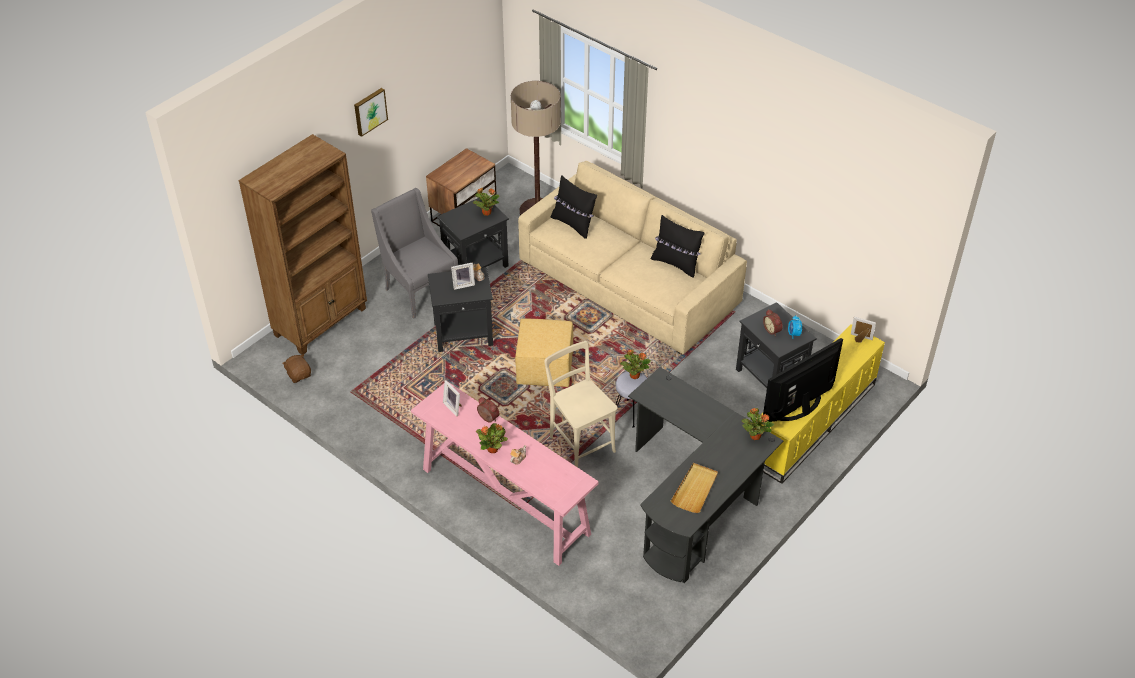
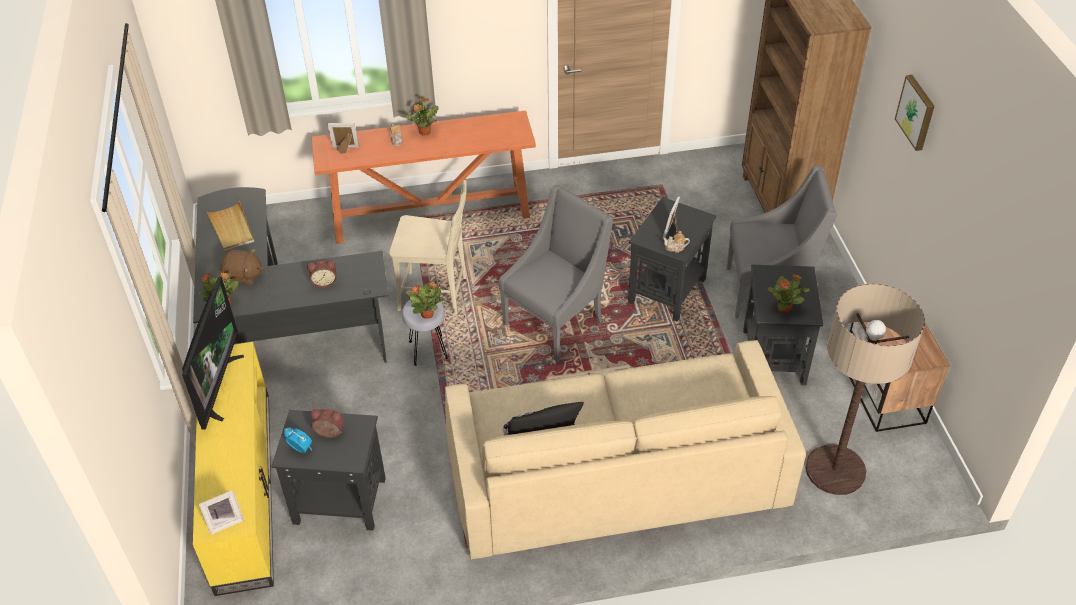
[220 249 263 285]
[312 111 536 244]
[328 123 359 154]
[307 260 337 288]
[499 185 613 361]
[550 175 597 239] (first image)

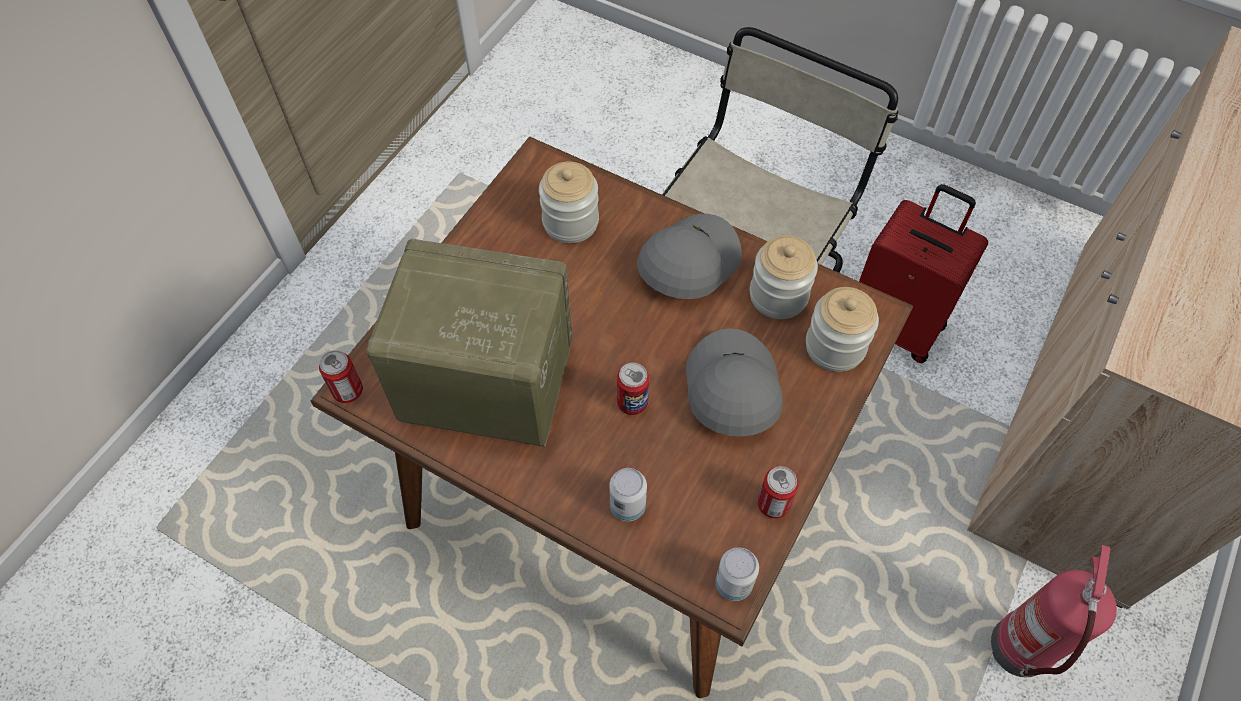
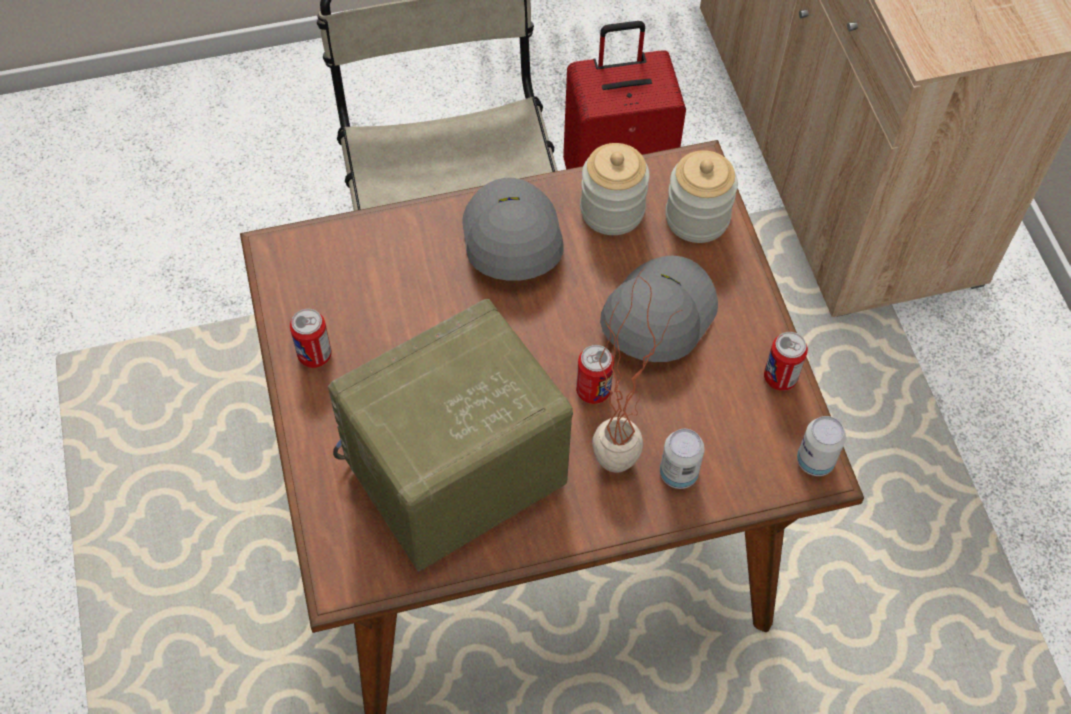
[290 309 332 368]
[539 162 599 243] (first image)
[600 256 718 362]
[991 545 1117 678] (first image)
[592 269 682 473]

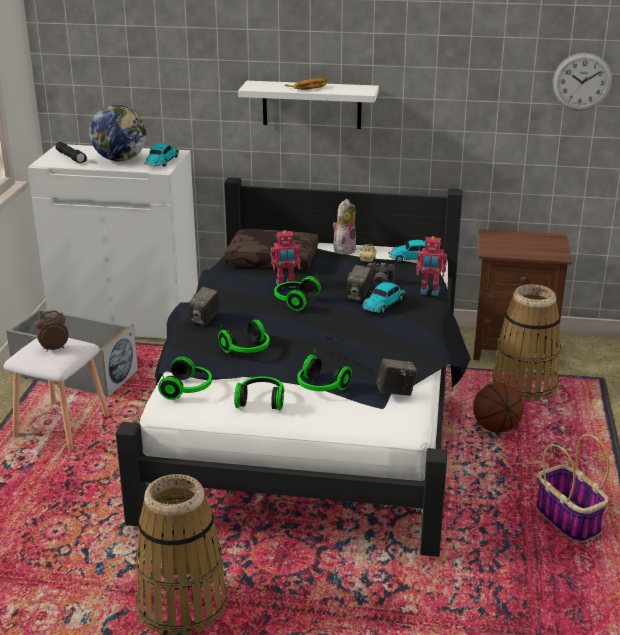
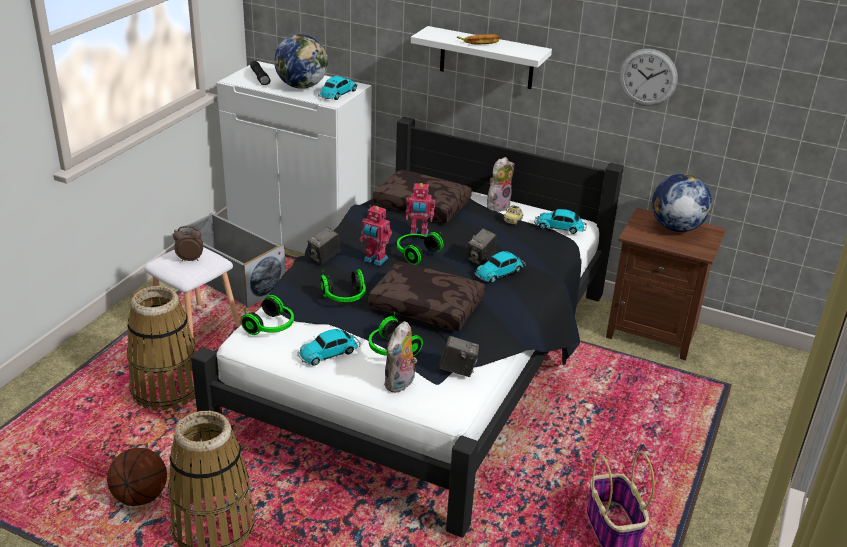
[297 329 361 366]
[367 262 395 286] (first image)
[359 205 392 266]
[107 448 167 506]
[127 286 196 410]
[619 49 678 106]
[368 261 485 331]
[384 321 417 393]
[652 174 712 232]

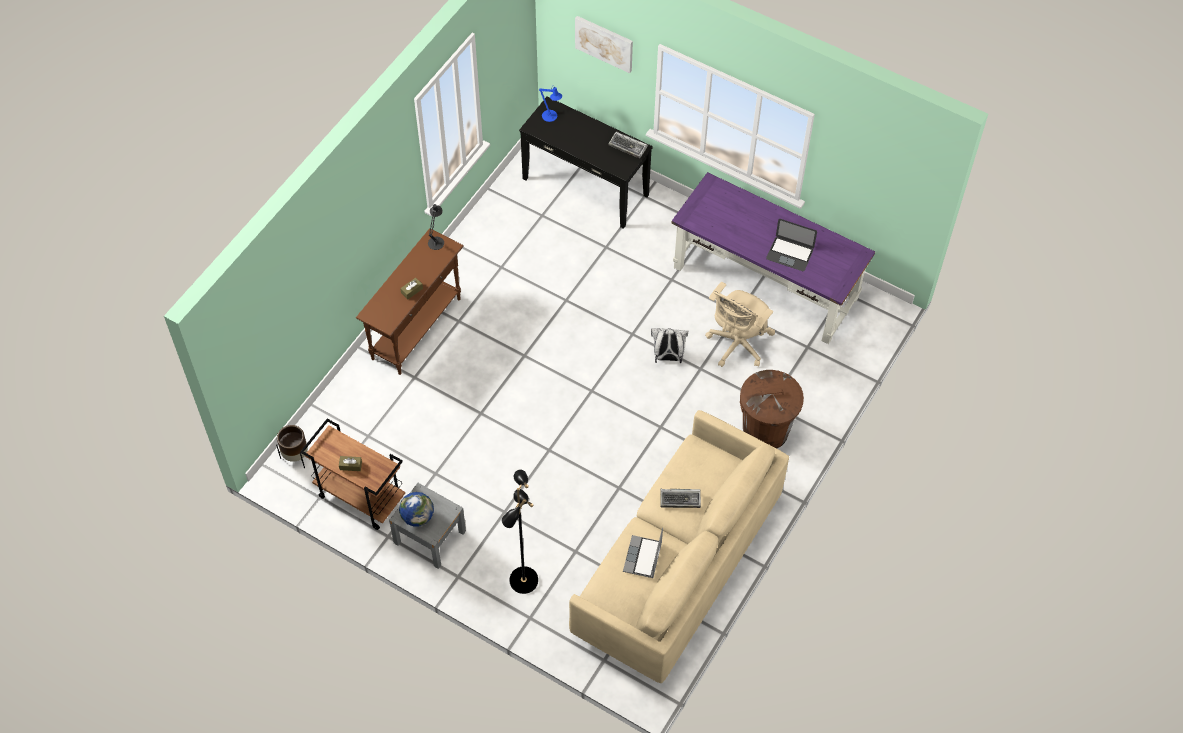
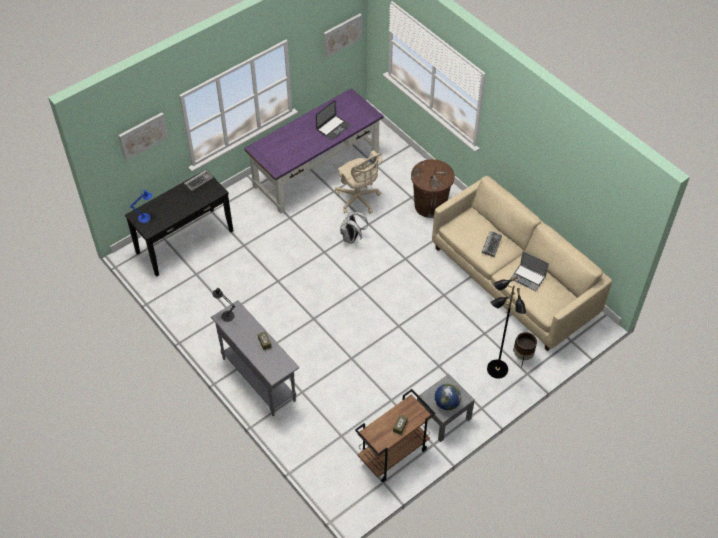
[513 332 537 368]
[211 300 300 416]
[324 14 362 58]

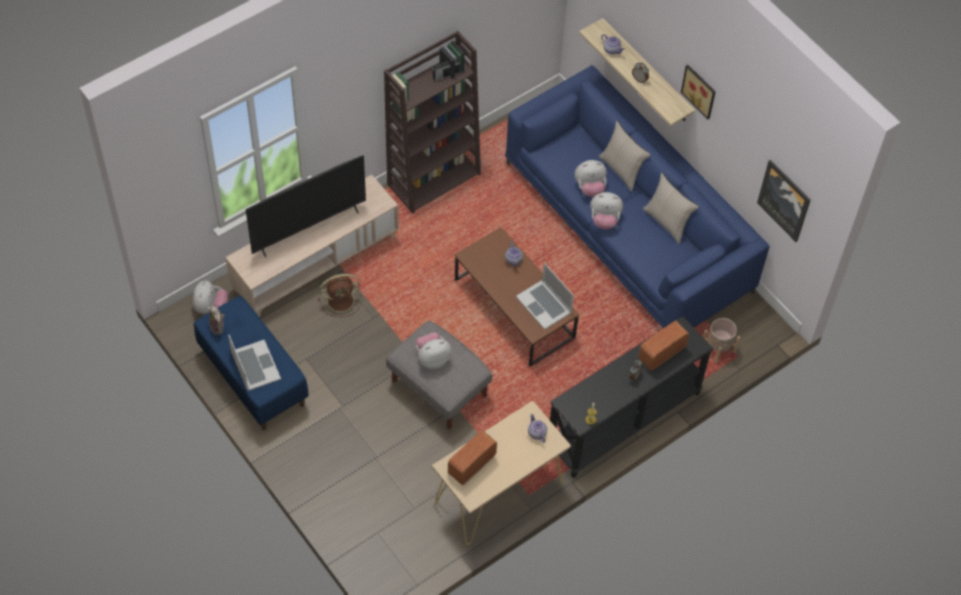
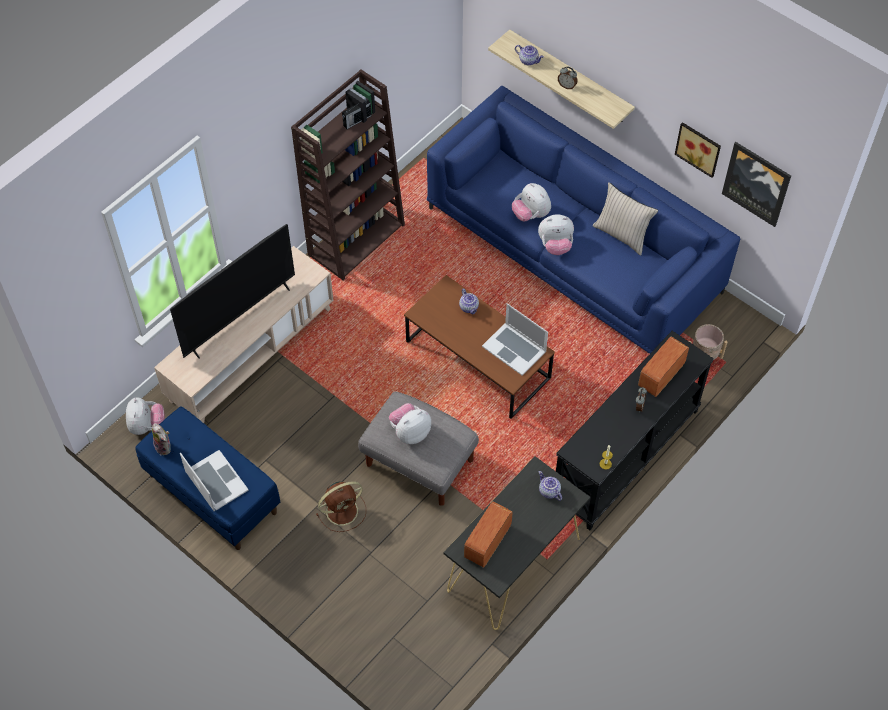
[316 481 366 532]
[443 456 590 630]
[512 183 551 221]
[599 121 651 192] (first image)
[675 122 721 178]

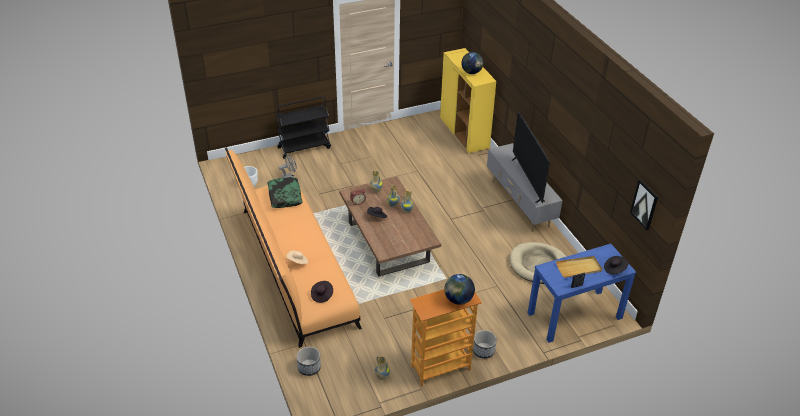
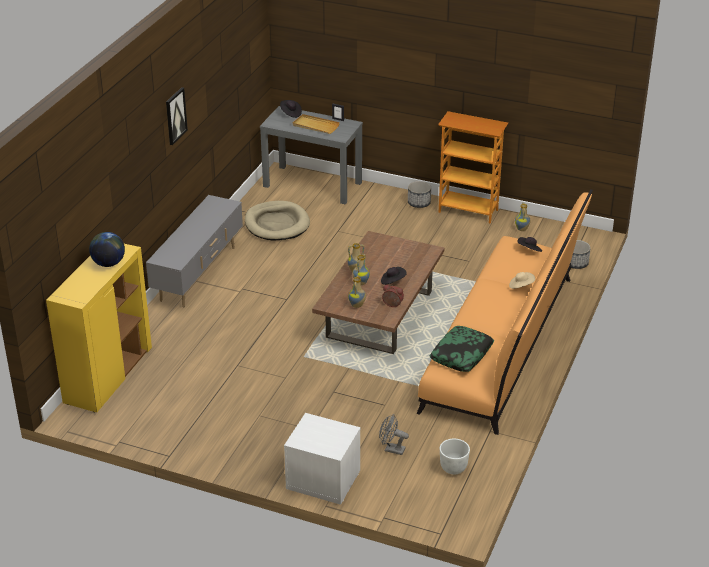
[284 413 361 505]
[444 274 475 305] (first image)
[511 112 550 204] (first image)
[260 106 363 205]
[166 87 188 145]

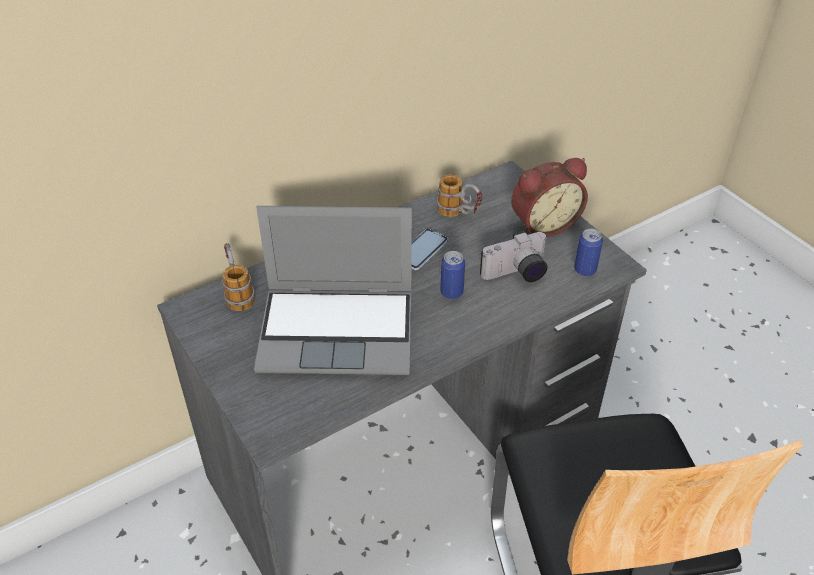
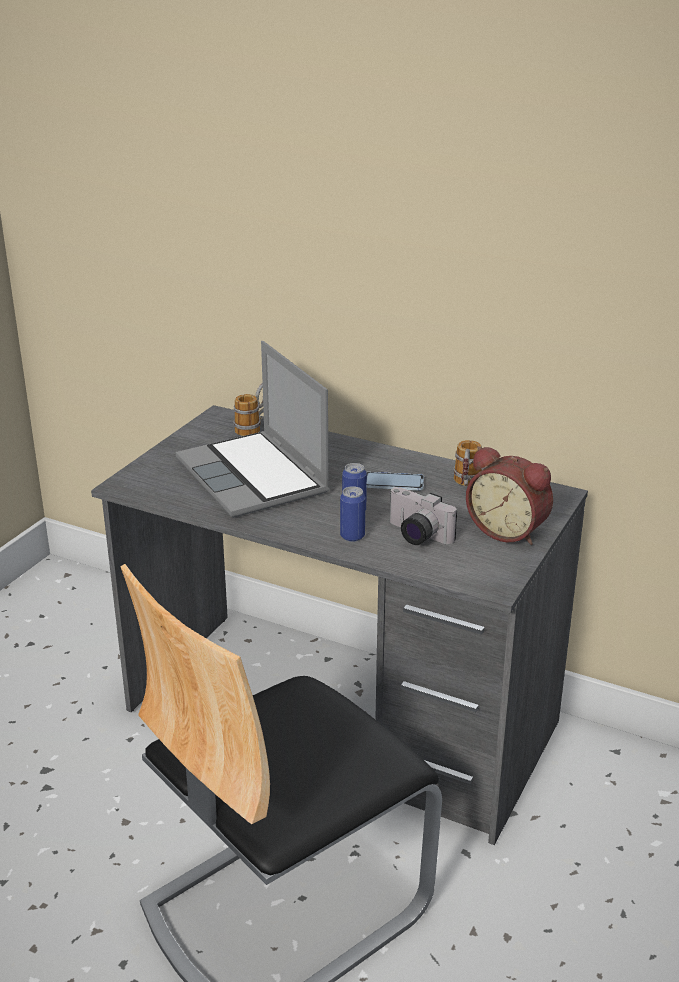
[340 486 365 542]

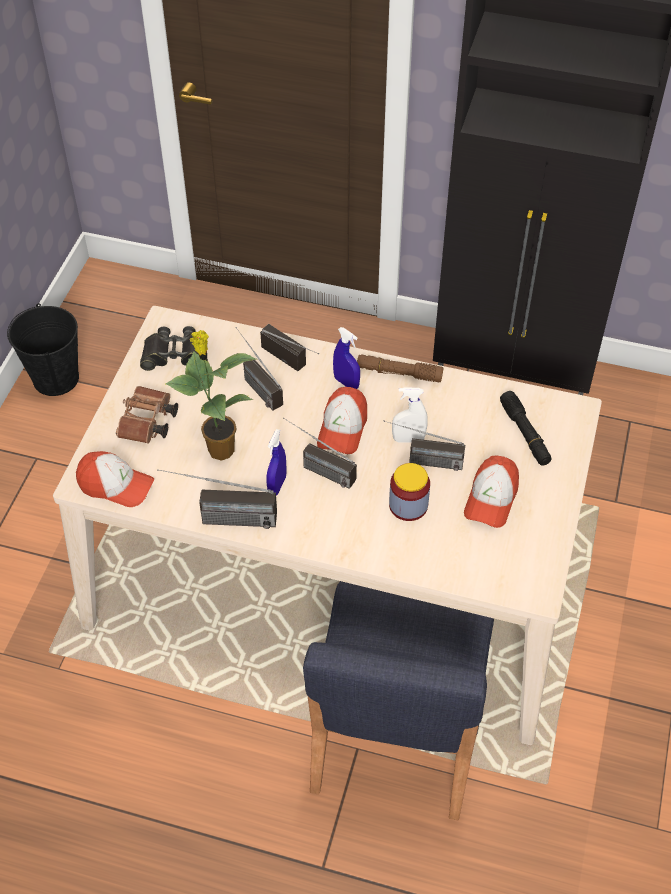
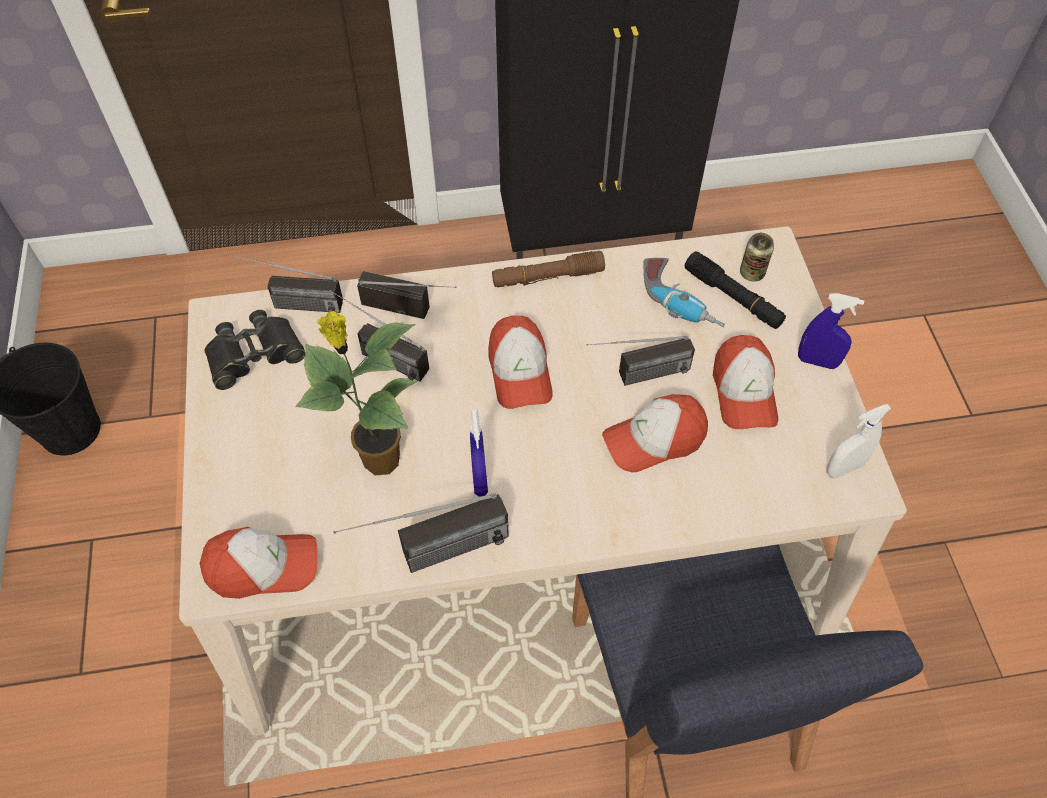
[116 386 178 444] (first image)
[227 254 343 313]
[798 293 864 369]
[602 394 708 472]
[826 404 891 478]
[644 258 725 327]
[740 233 774 282]

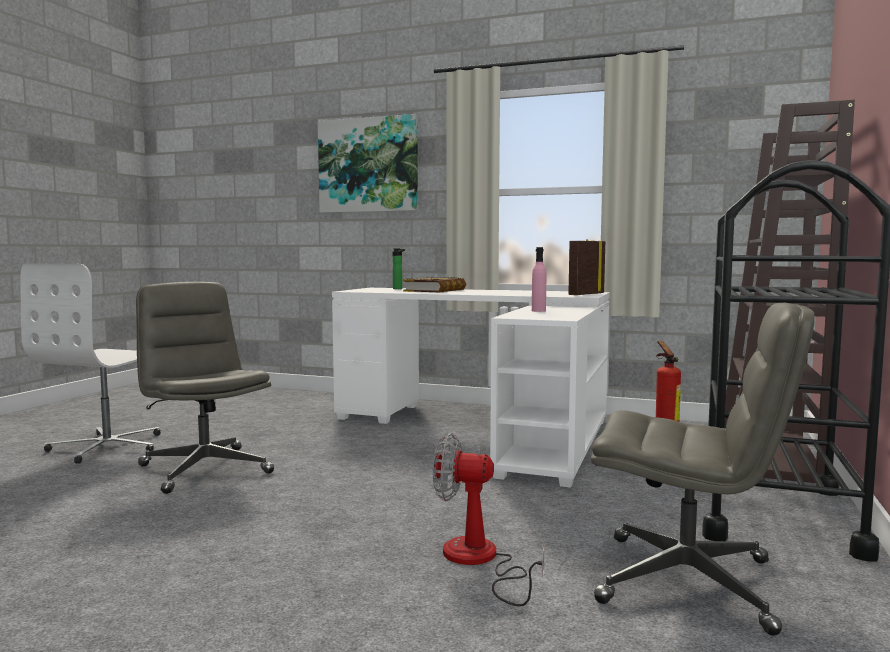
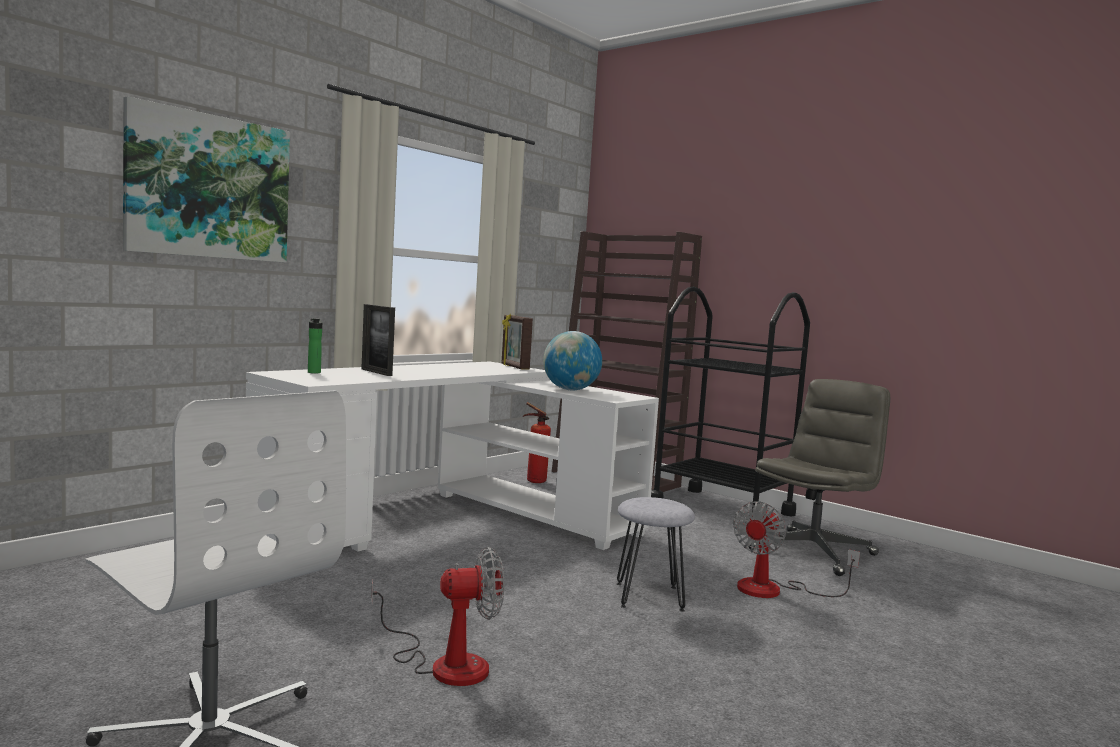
[371 547 504 686]
[361 304 395 376]
[543 331 602 390]
[617 497 695 612]

